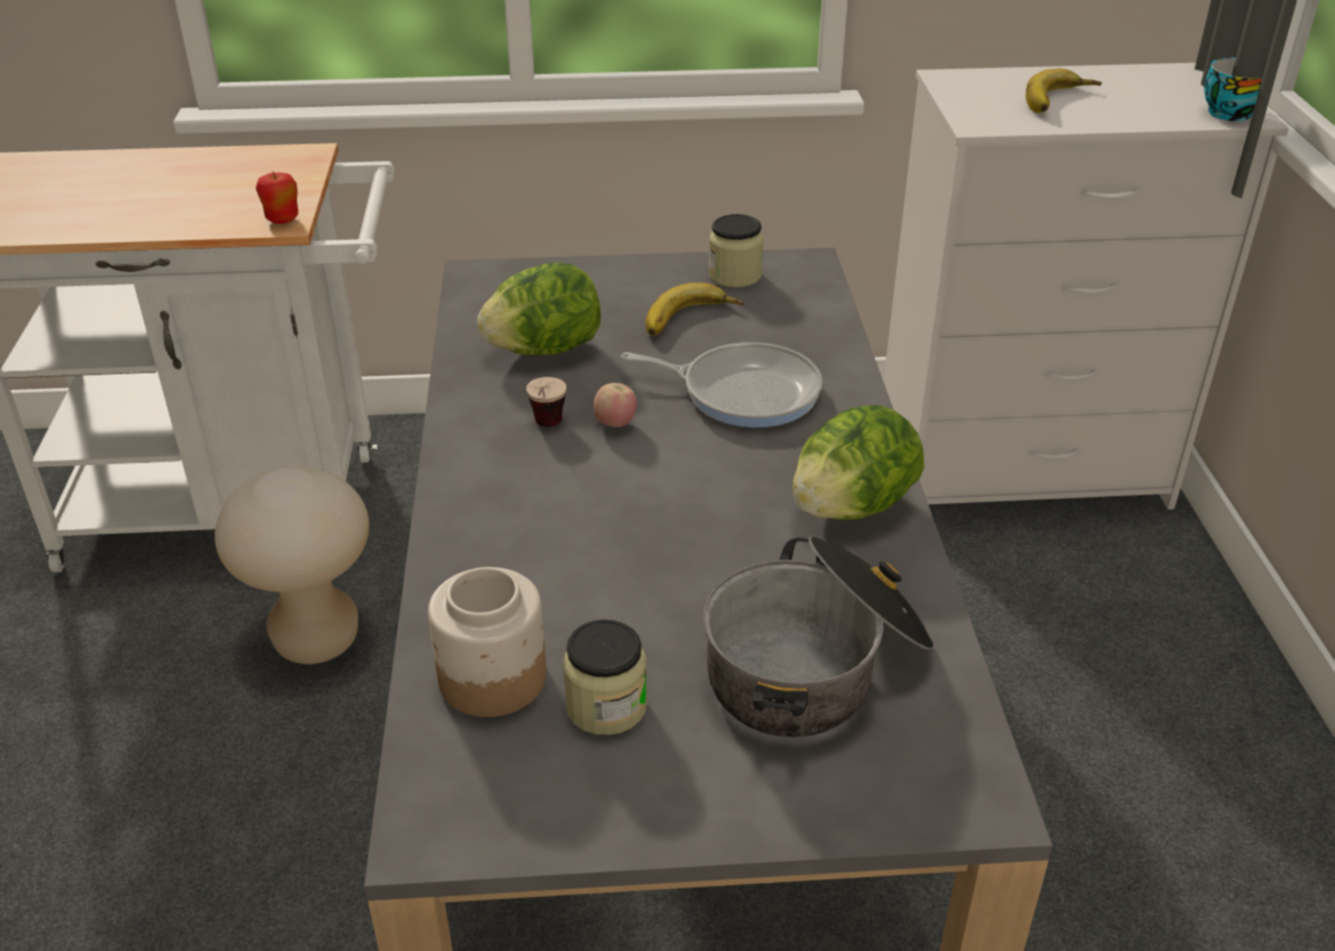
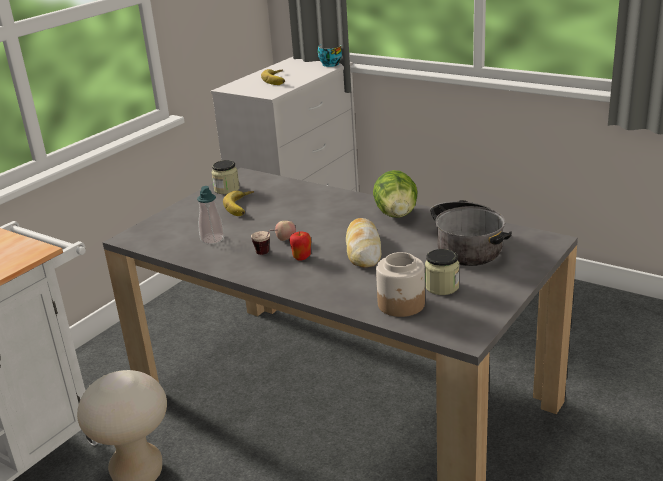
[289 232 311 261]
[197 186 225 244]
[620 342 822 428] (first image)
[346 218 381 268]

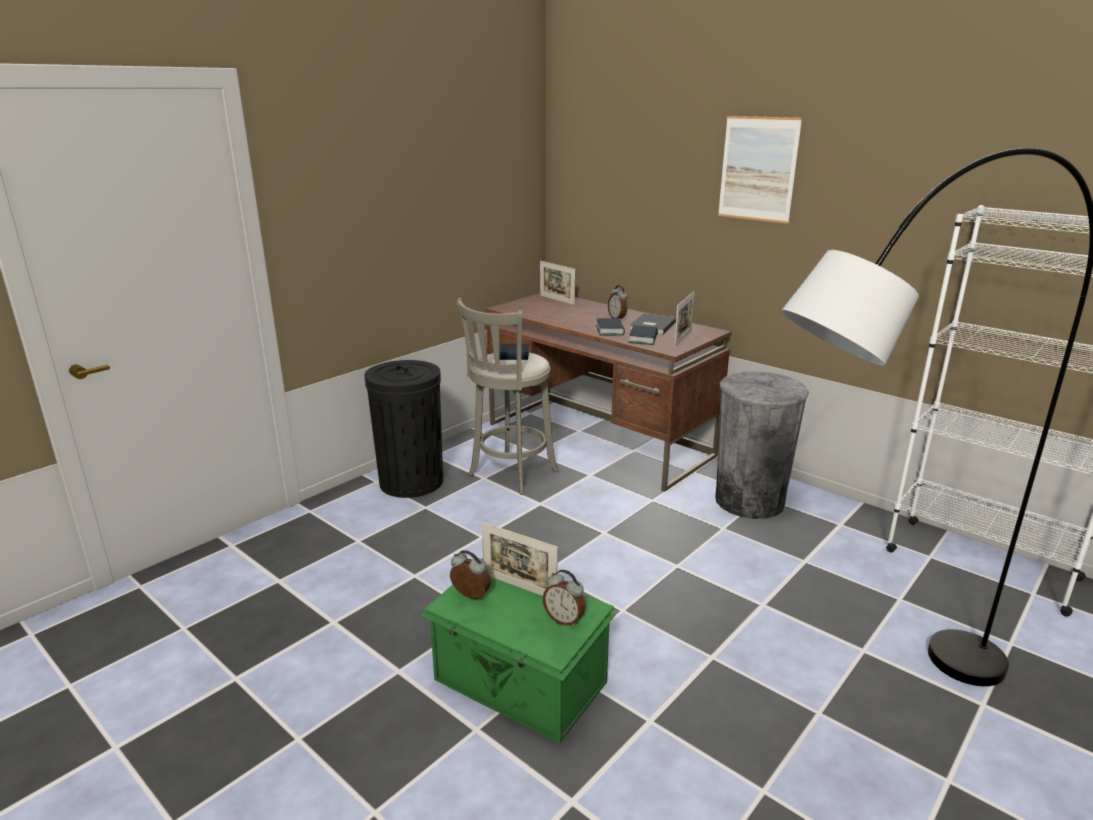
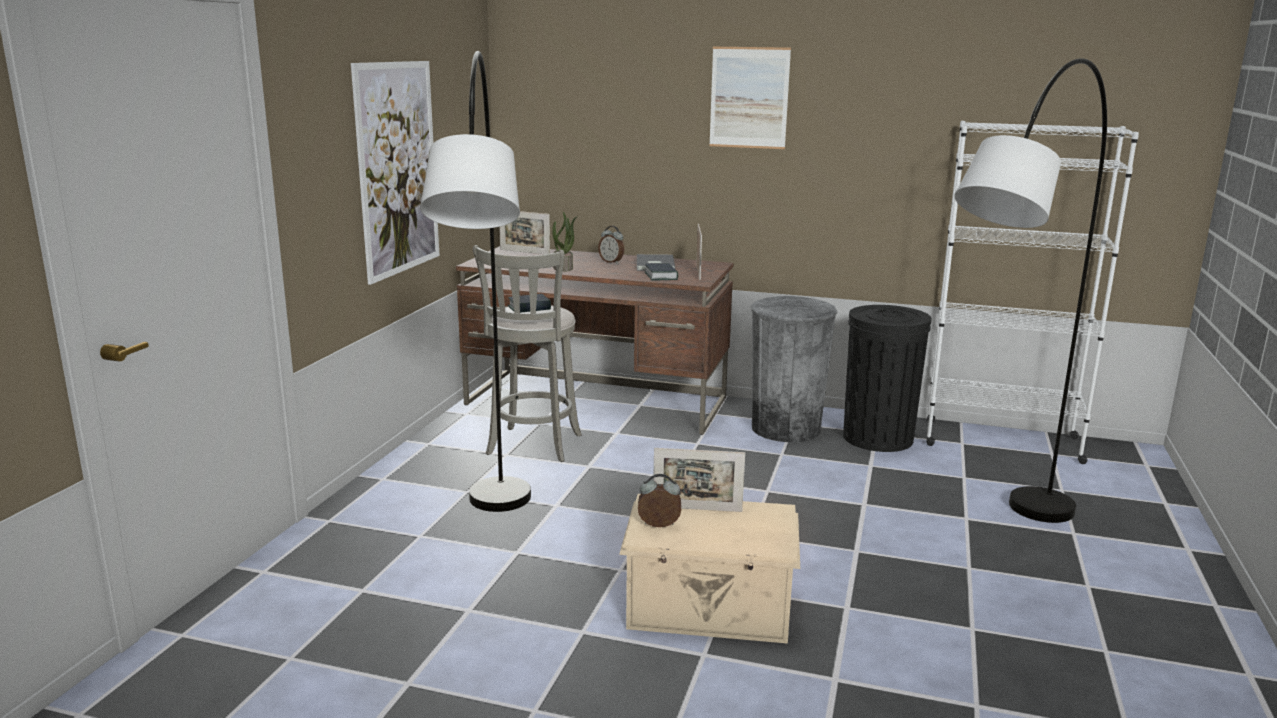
[843 305 932 452]
[619 494 800 644]
[543 570 586 627] (first image)
[596 318 625 336] (first image)
[351 61 440 285]
[420 51 531 512]
[552 212 578 272]

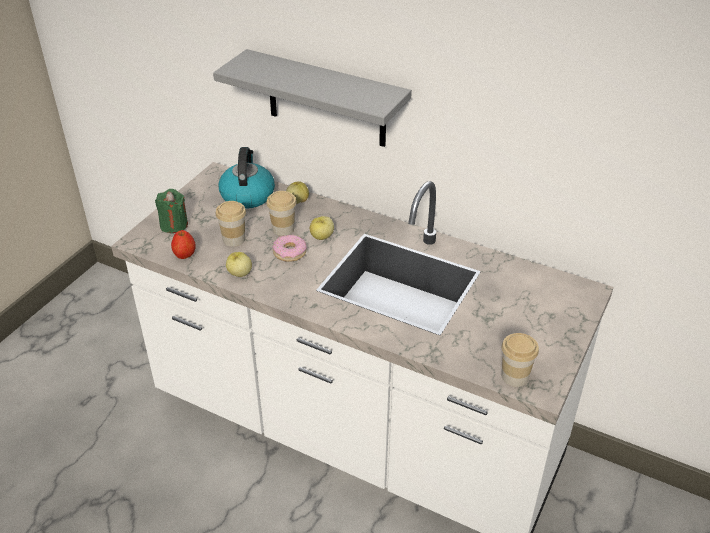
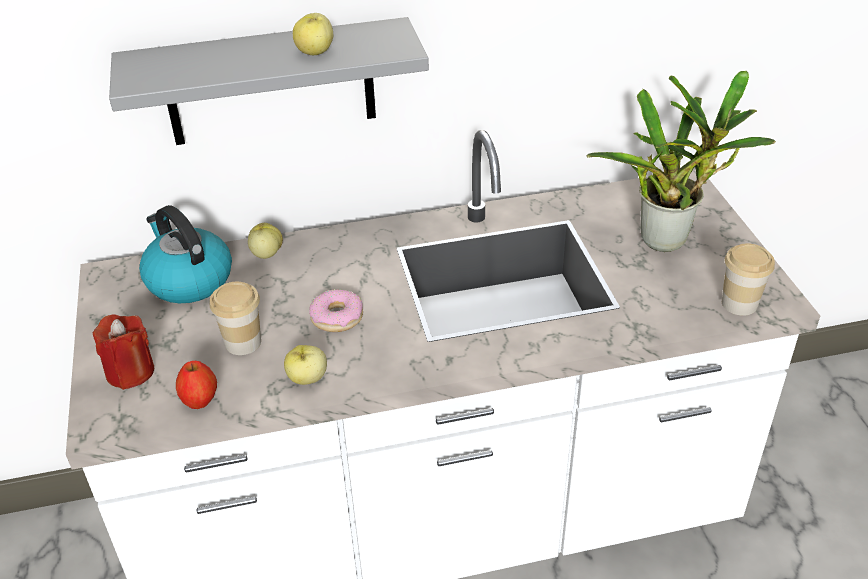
[93 314 154 390]
[266 191 296 236] (first image)
[293 13 333 55]
[586 71 776 252]

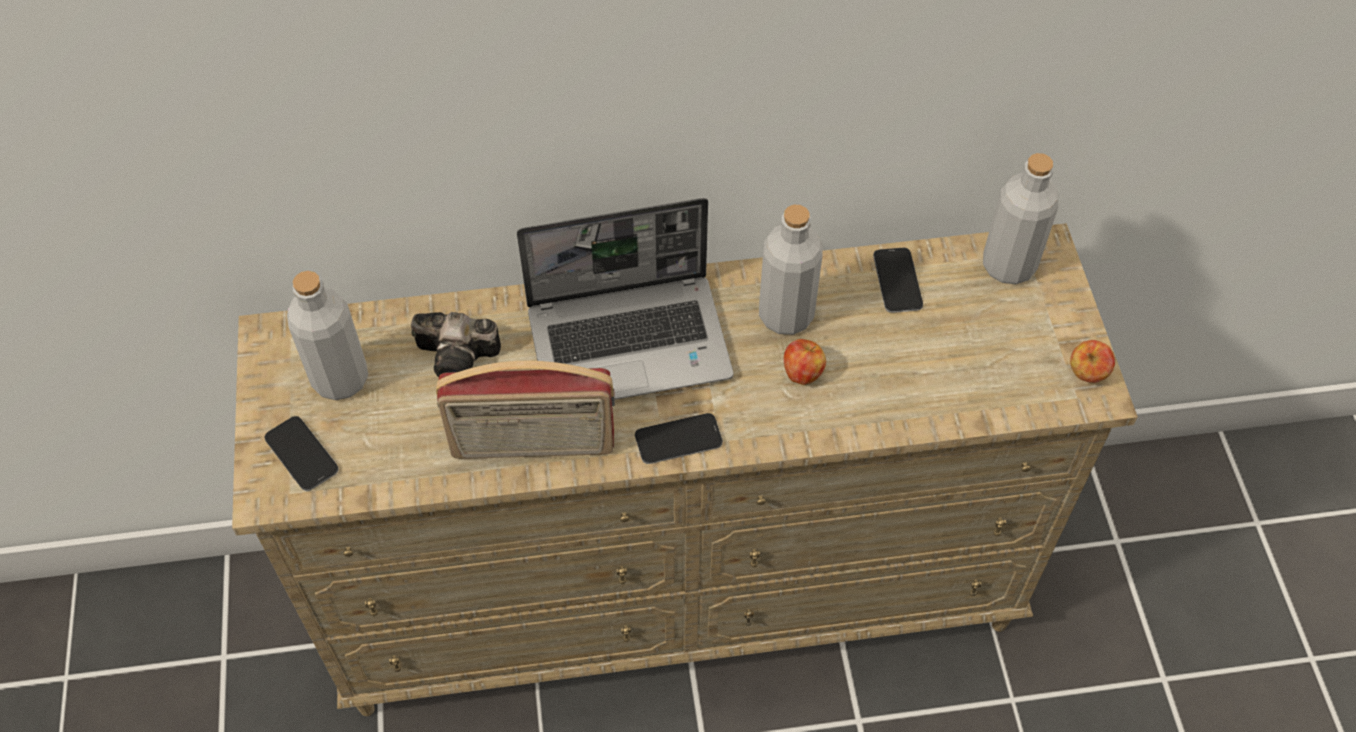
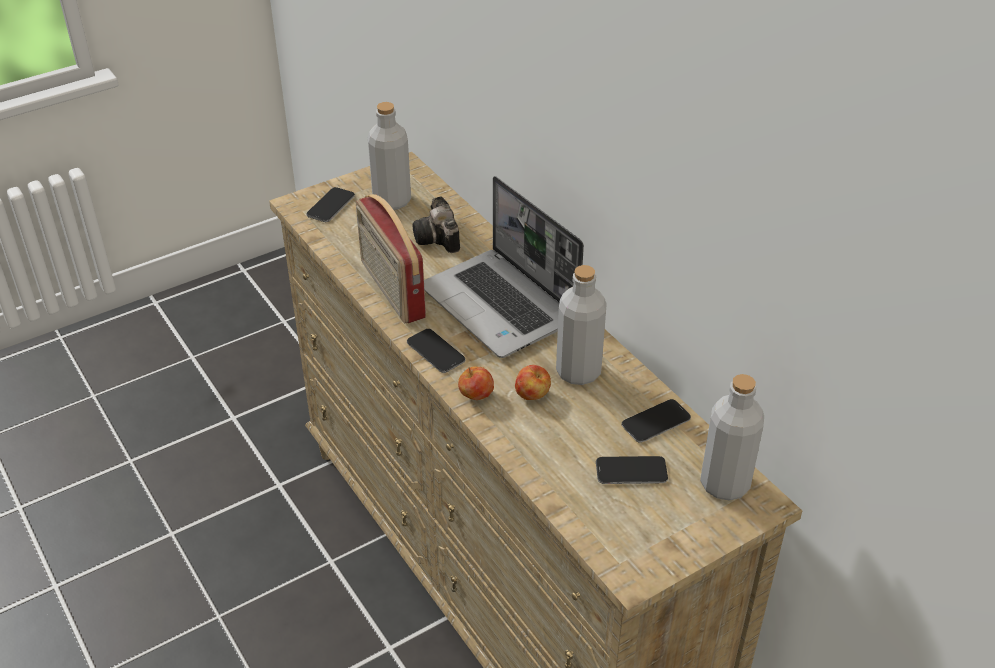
[458 366 494 400]
[596 456 668 484]

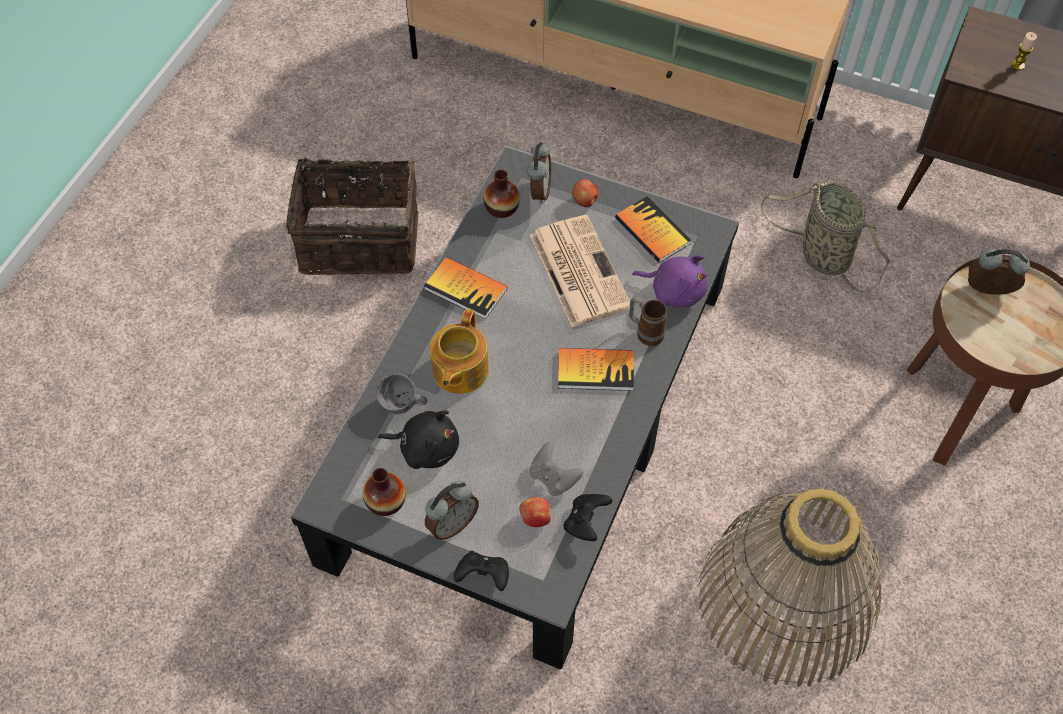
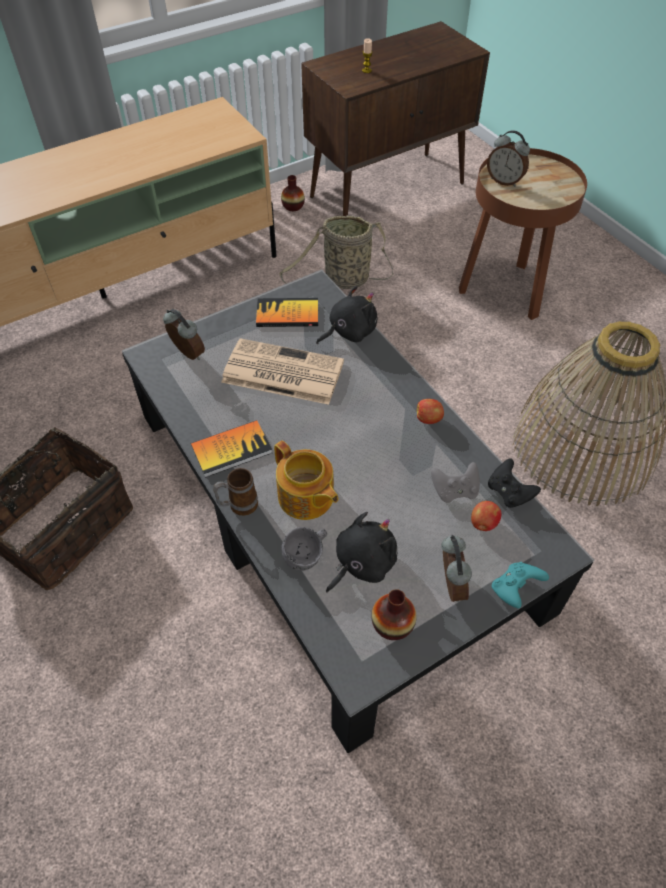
[492 562 549 609]
[281 175 305 211]
[558 348 634 391] (first image)
[417 399 444 424]
[213 468 258 516]
[316 286 378 344]
[487 130 530 187]

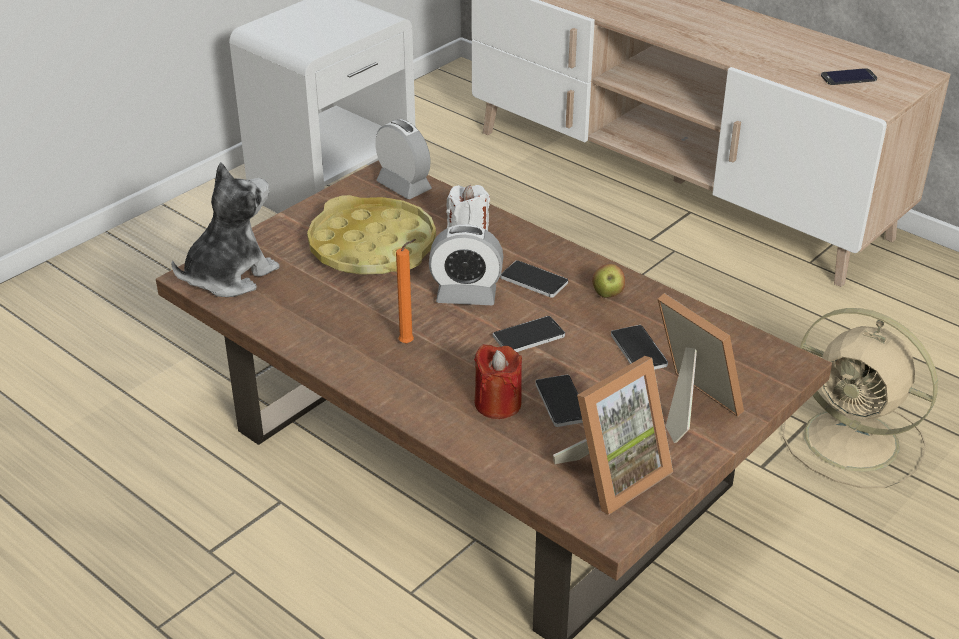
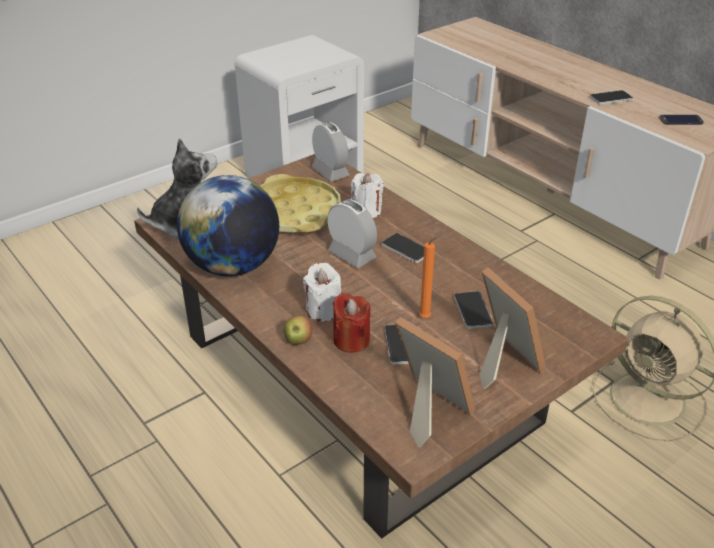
[419 236 442 318]
[328 199 377 268]
[589 90 633 105]
[395 317 475 447]
[284 315 312 345]
[177 175 279 276]
[303 263 341 322]

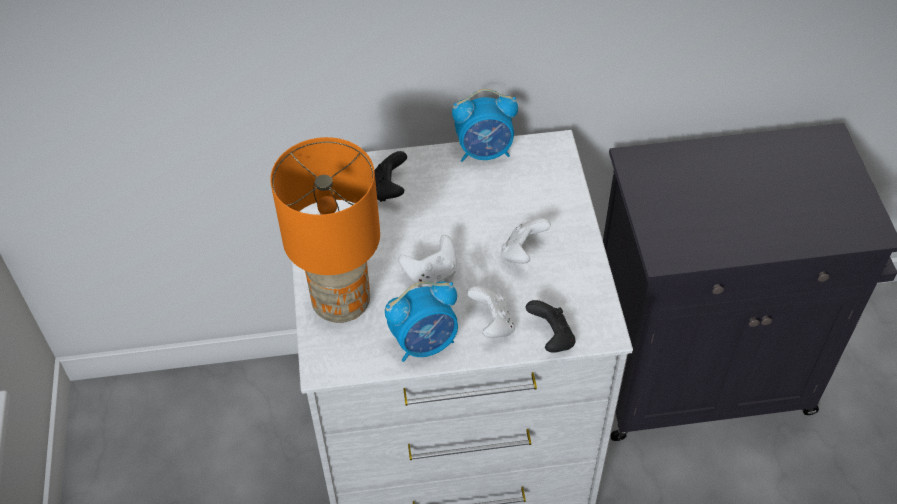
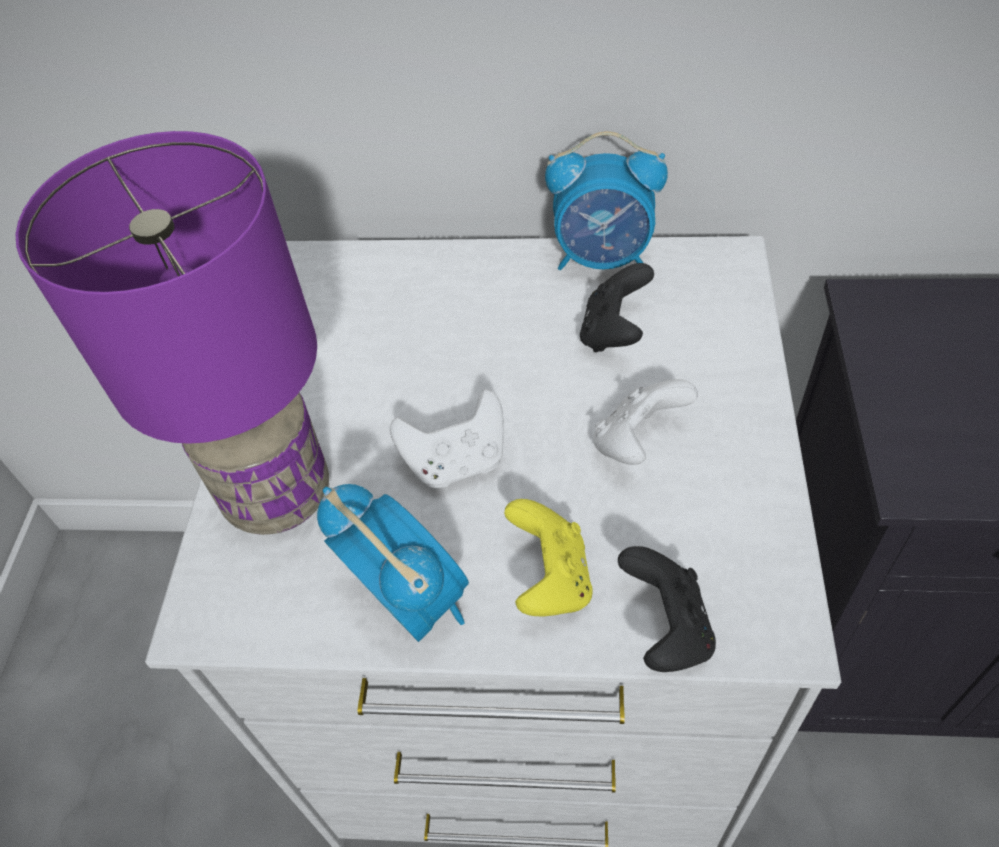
[16 131 329 535]
[580 263 654 352]
[317 484 469 642]
[504 499 593 616]

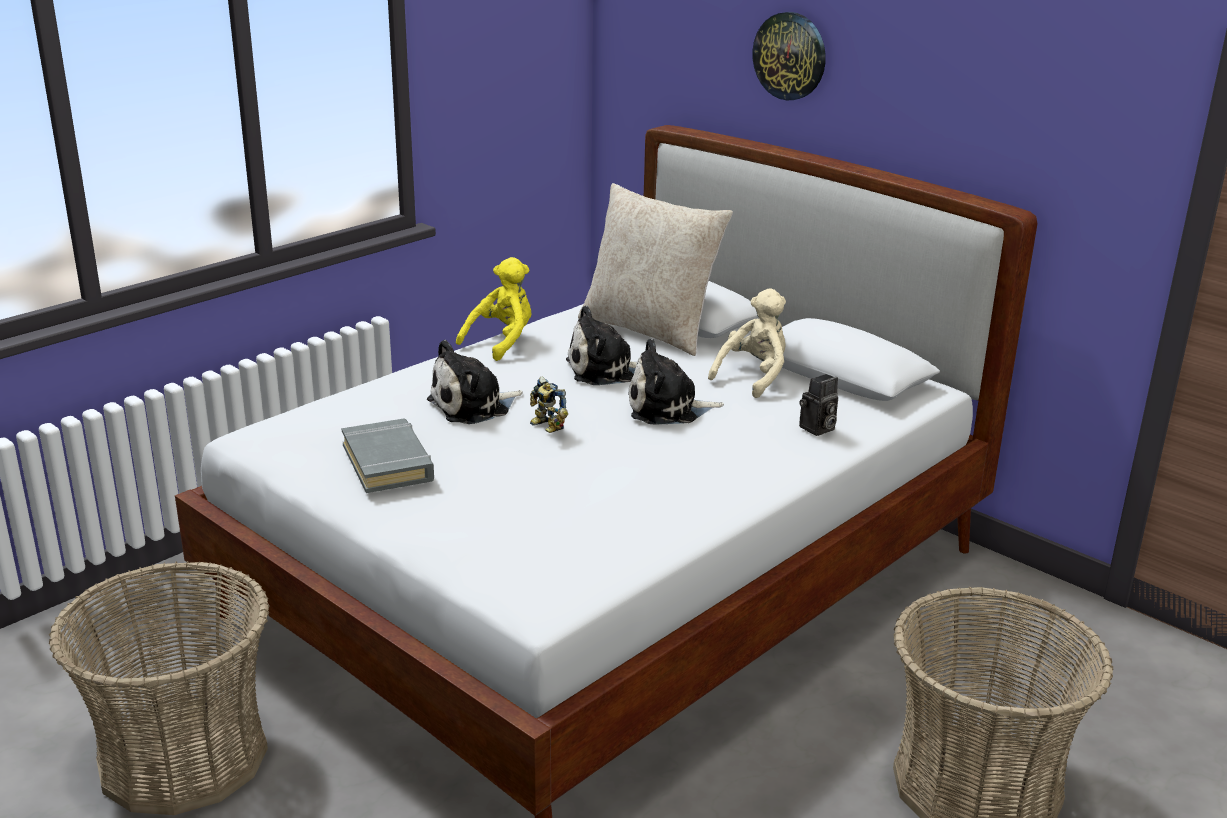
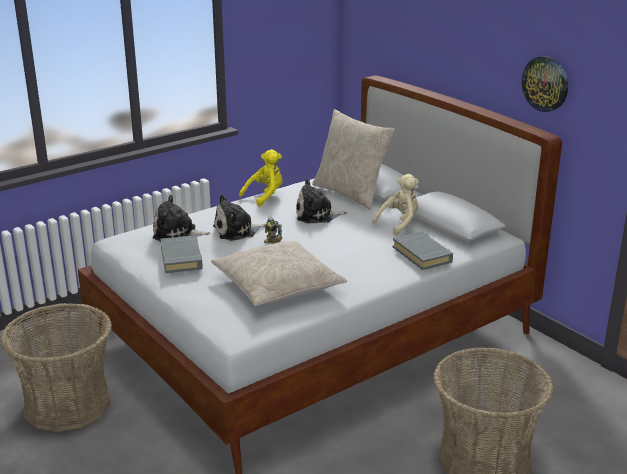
[153 195 210 242]
[522 56 568 112]
[393 232 453 270]
[211 241 347 306]

